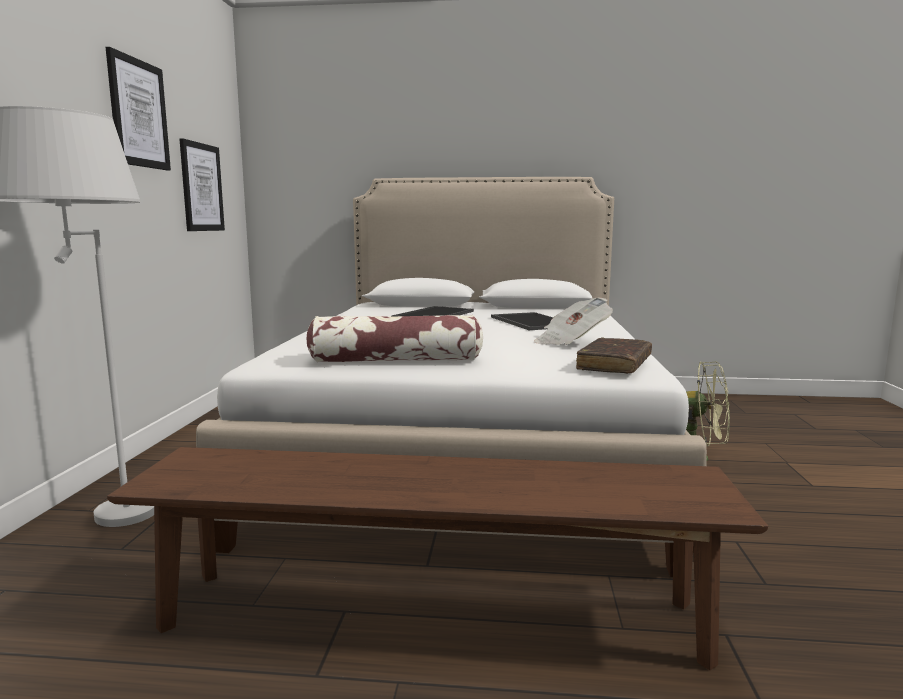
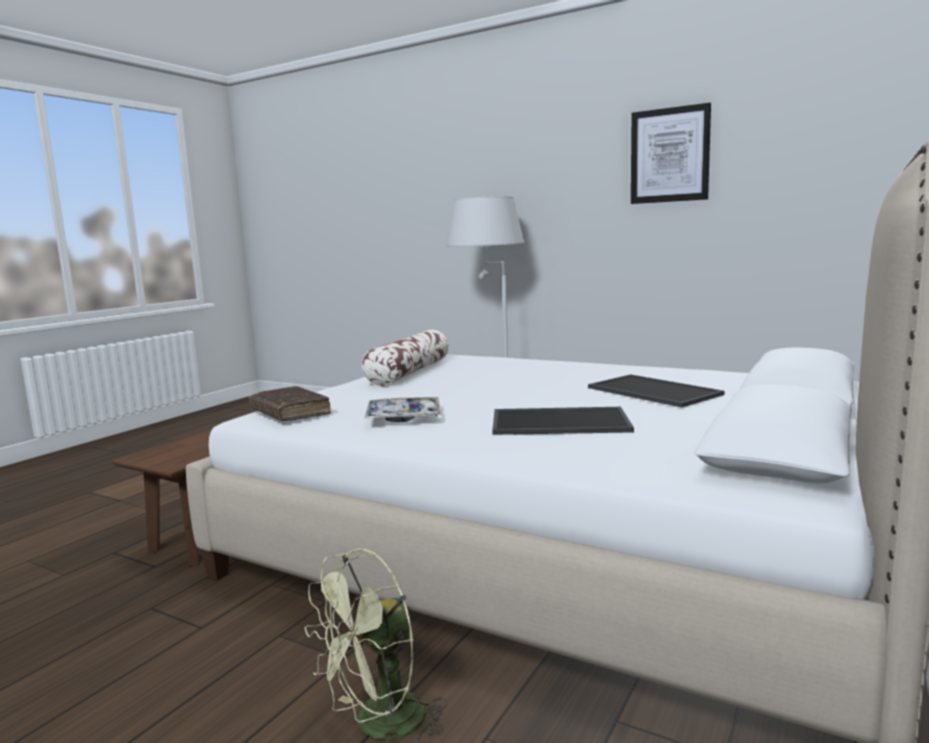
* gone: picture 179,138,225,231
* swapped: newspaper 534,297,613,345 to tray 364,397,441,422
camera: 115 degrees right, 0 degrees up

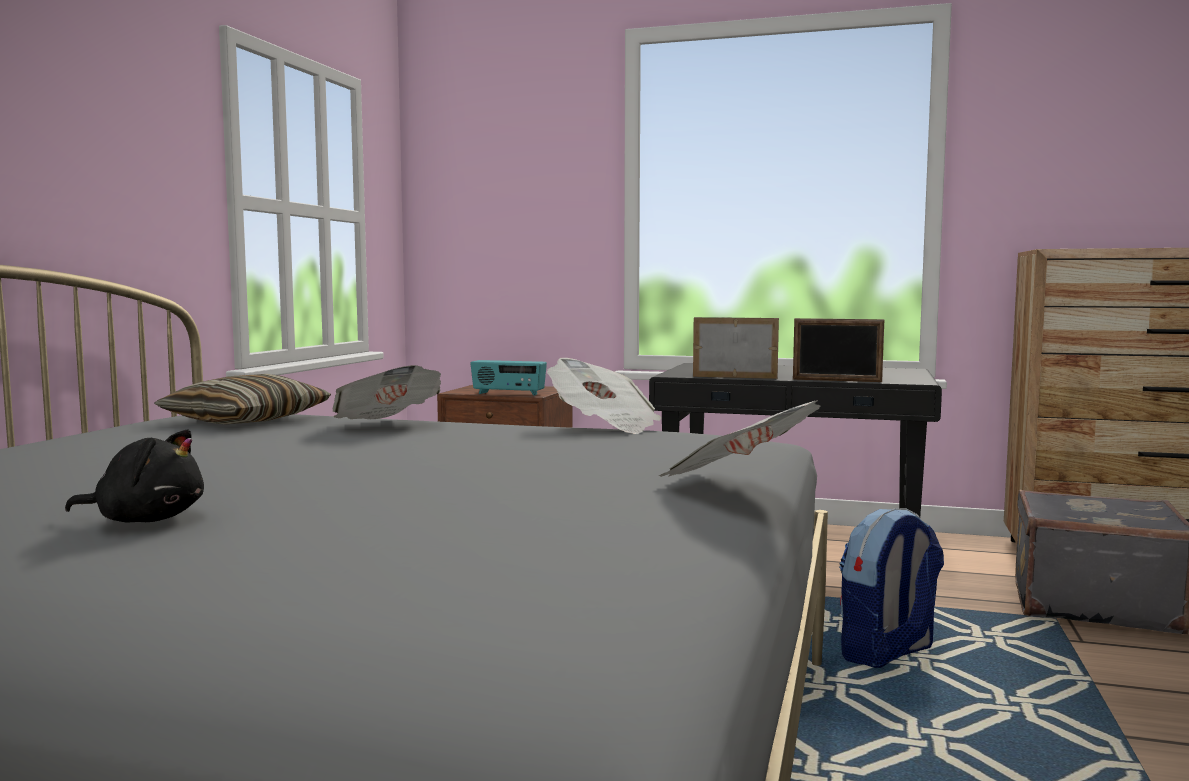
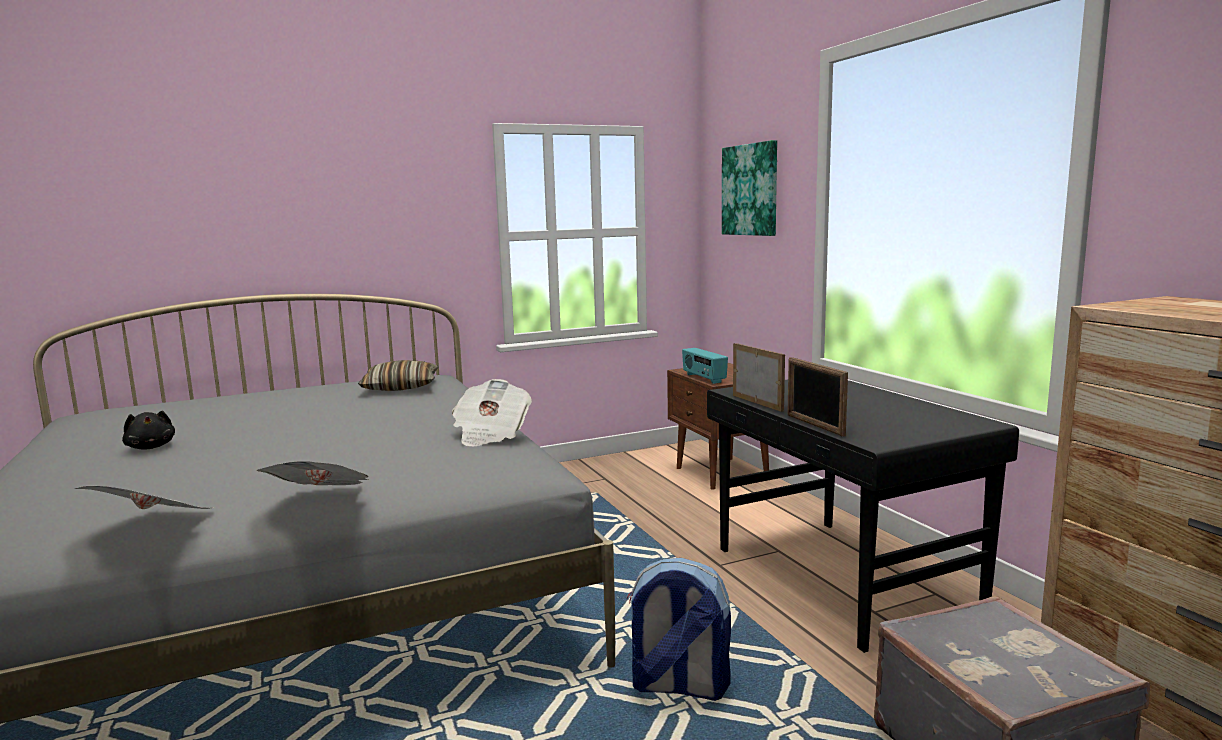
* new: picture 722,140,777,236
* shifted: newspaper 333,365,441,419 to 75,486,214,509
camera: 50 degrees right, 5 degrees up

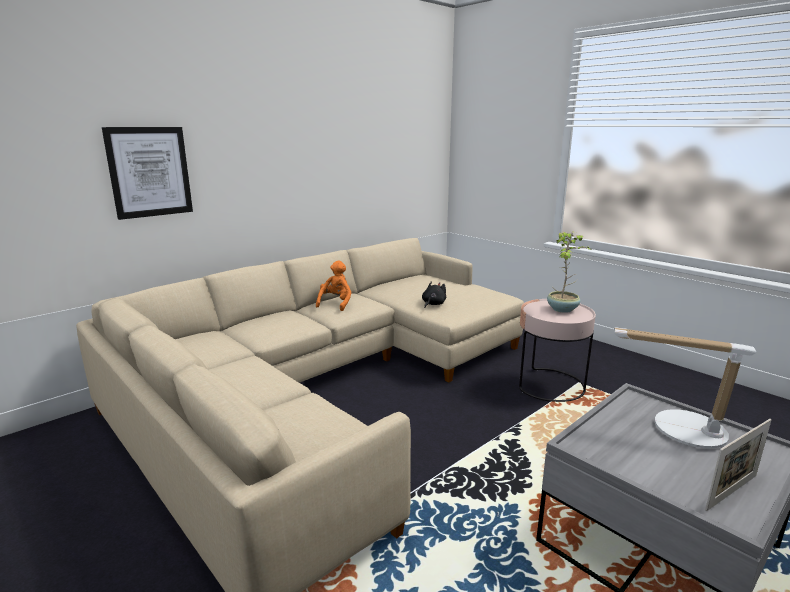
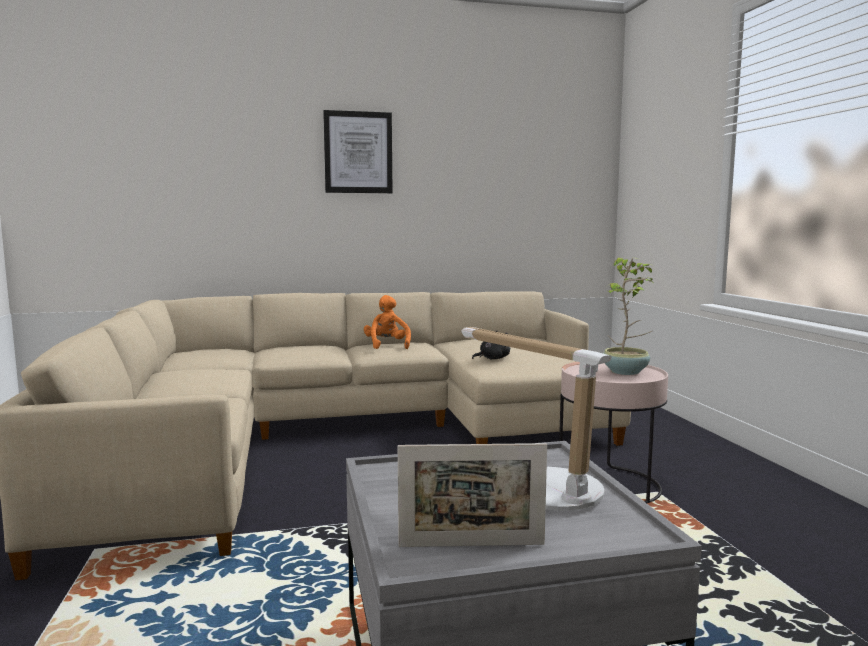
* shifted: picture 102,127,193,220 to 323,110,393,193
* rotated: orange plush toy 316,260,351,311 = 364,295,411,349 60 degrees counterclockwise
camera: 30 degrees right, 10 degrees down

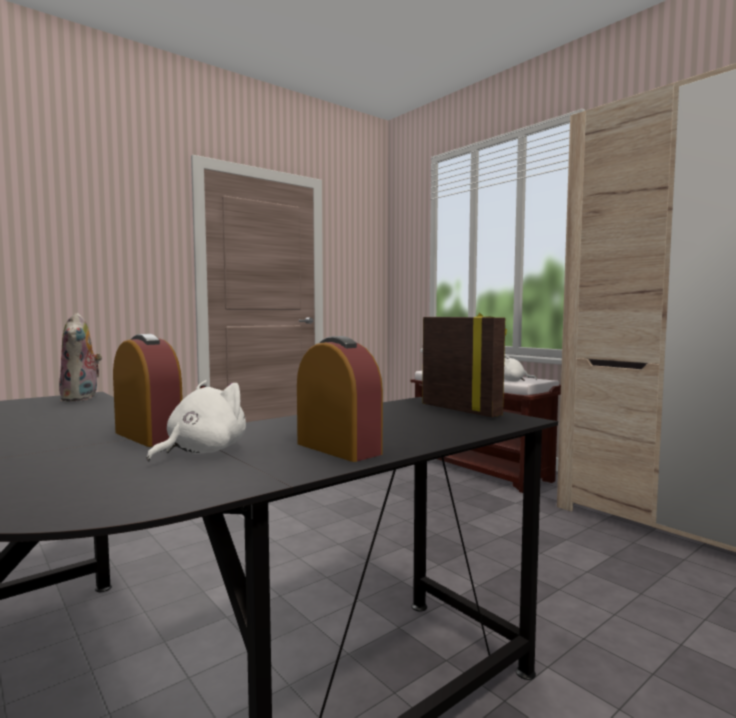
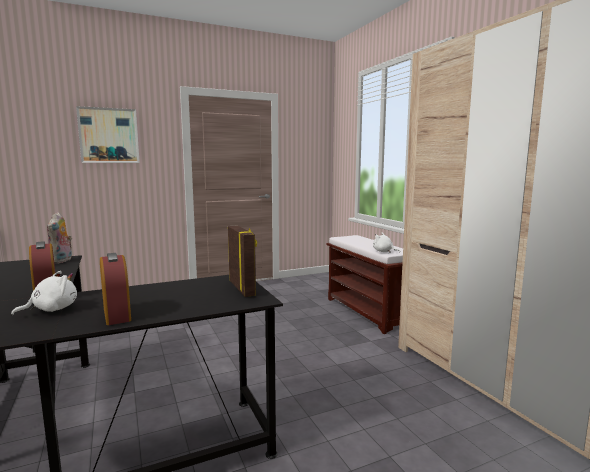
* new: picture 76,106,140,163
camera: 15 degrees right, 5 degrees up

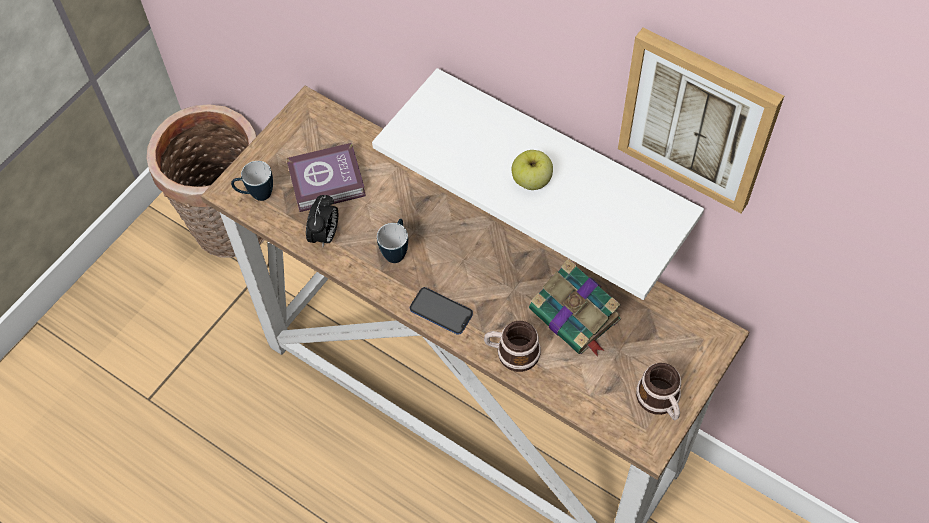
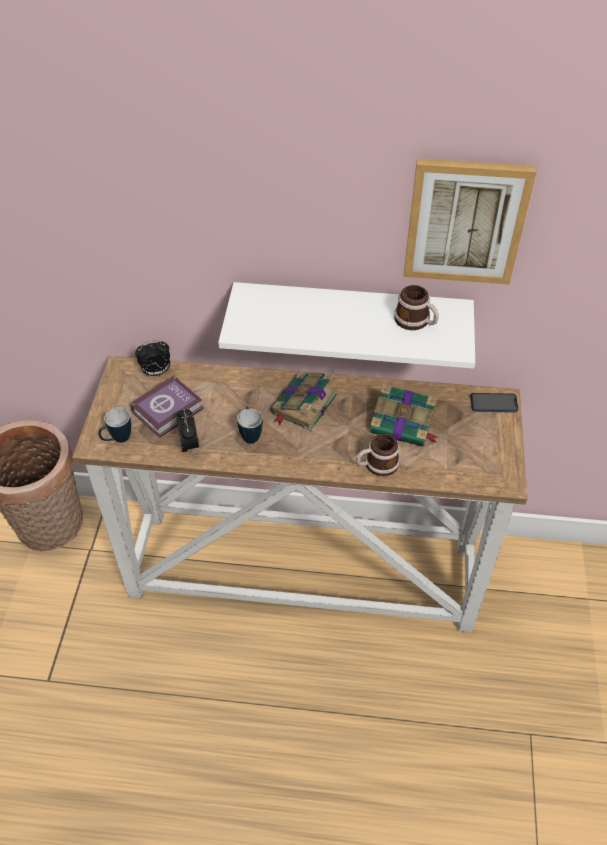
* gone: apple 512,150,553,190
* new: alarm clock 135,340,170,376
* new: book 271,372,337,431
* shifted: phone 410,287,473,335 to 470,393,518,413
* shifted: mug 636,363,681,420 to 394,285,439,330
camera: 30 degrees left, 10 degrees down

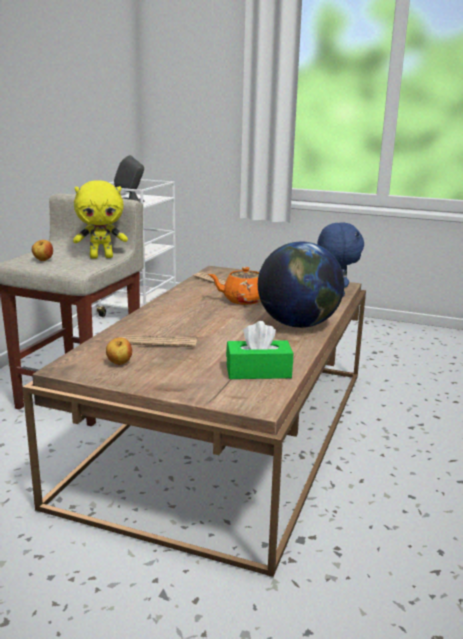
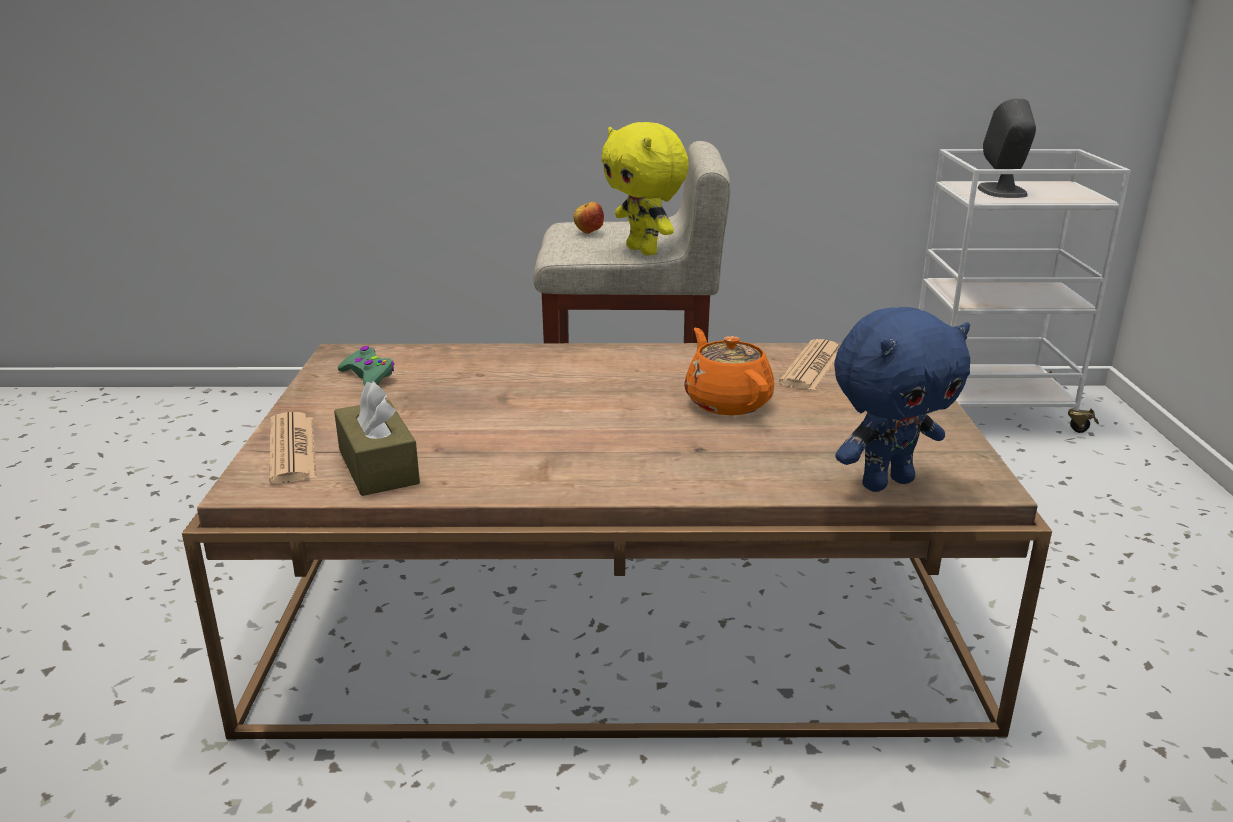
* gone: globe 258,241,344,328
* shifted: newspaper 119,335,197,347 to 269,412,317,484
* swapped: apple 106,337,132,365 to green game controller 337,346,394,386
* repainted: green tissue box 226,321,293,379 to brown tissue box 334,381,420,496
camera: 70 degrees right, 5 degrees up

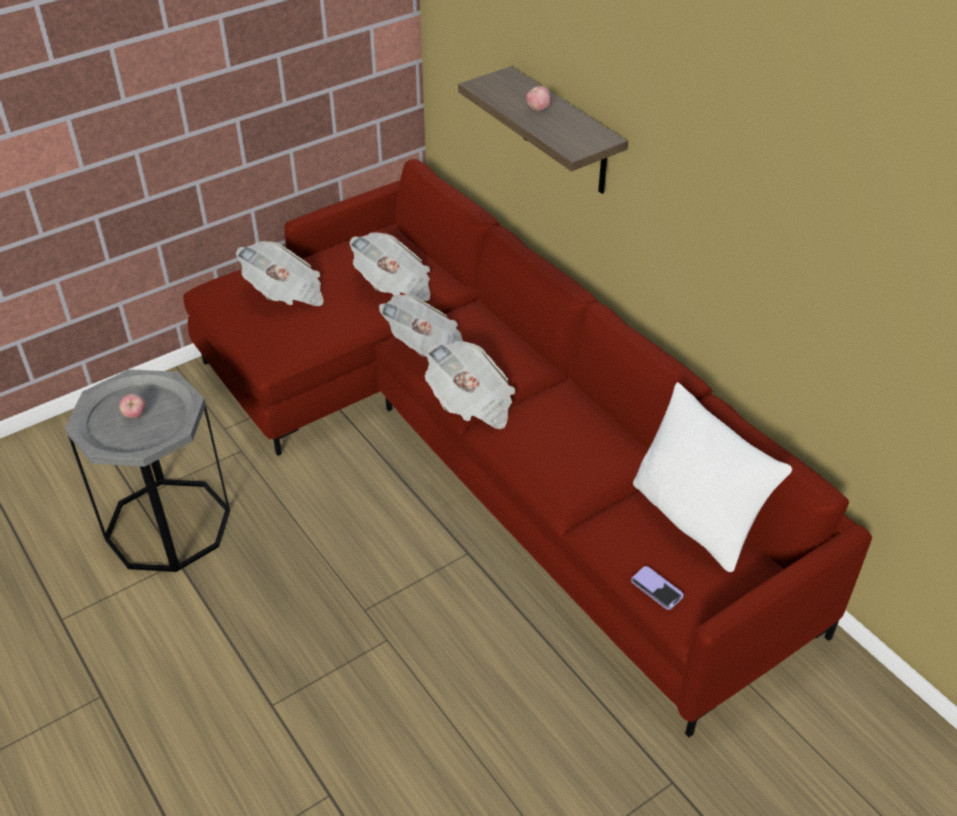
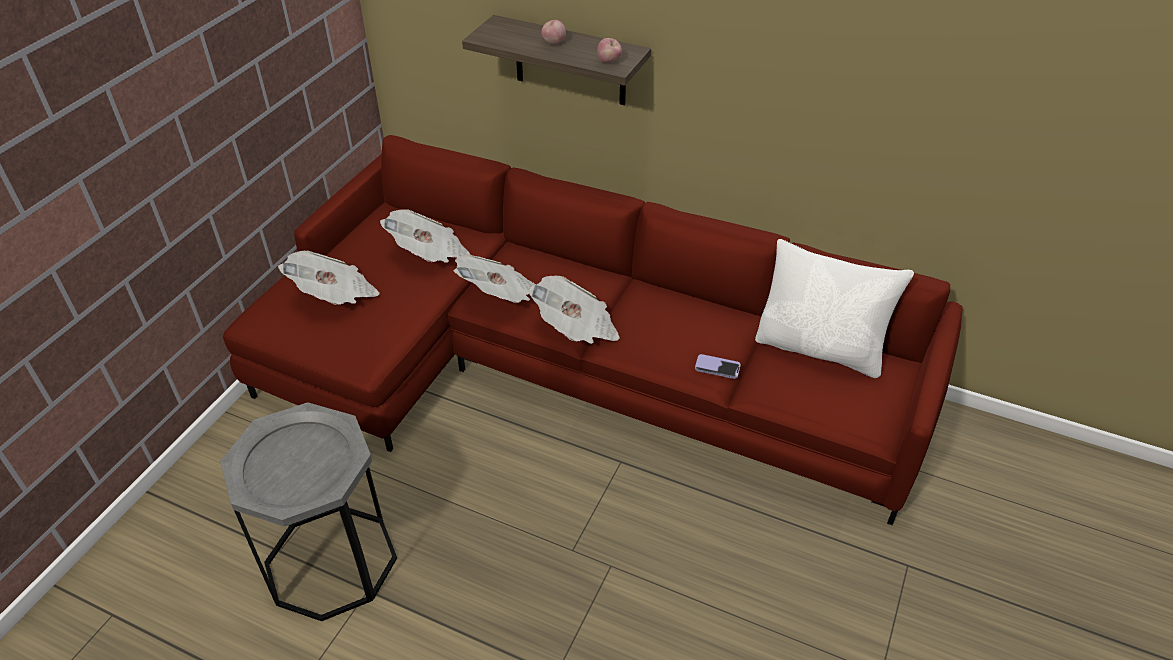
* shifted: apple 119,393,146,418 to 597,38,622,63
* shifted: phone 631,566,684,610 to 695,354,741,379
camera: 30 degrees left, 0 degrees up

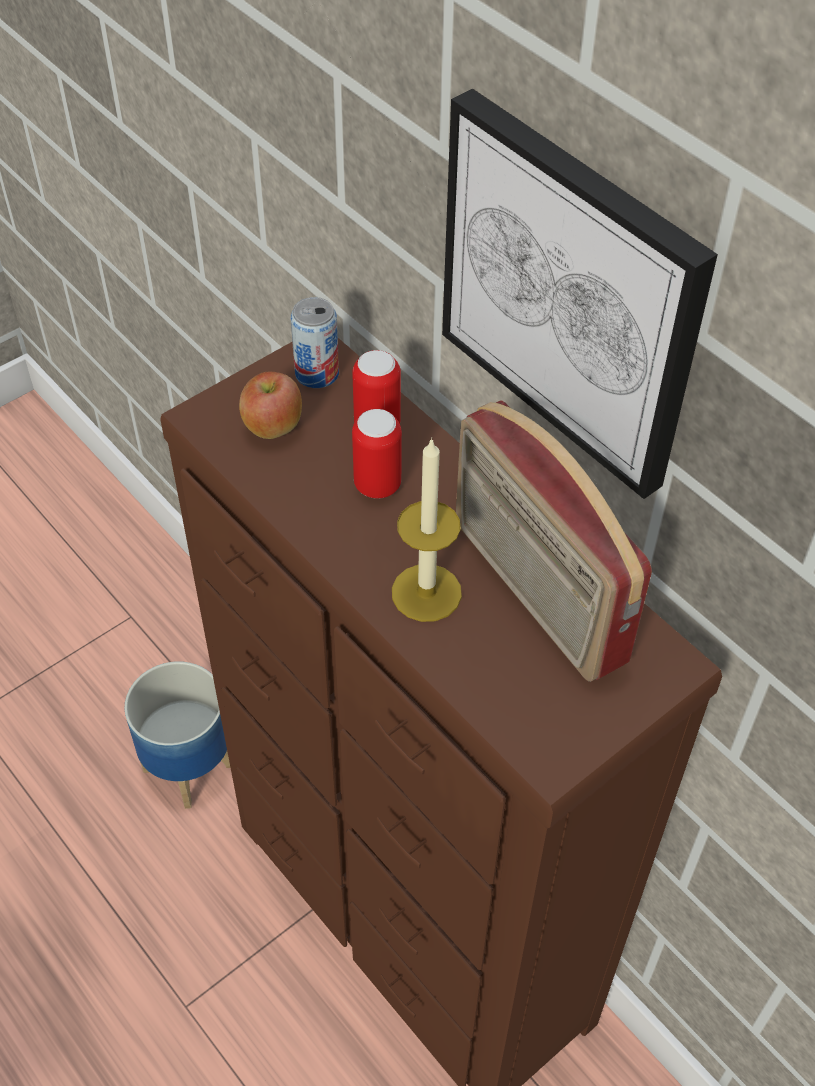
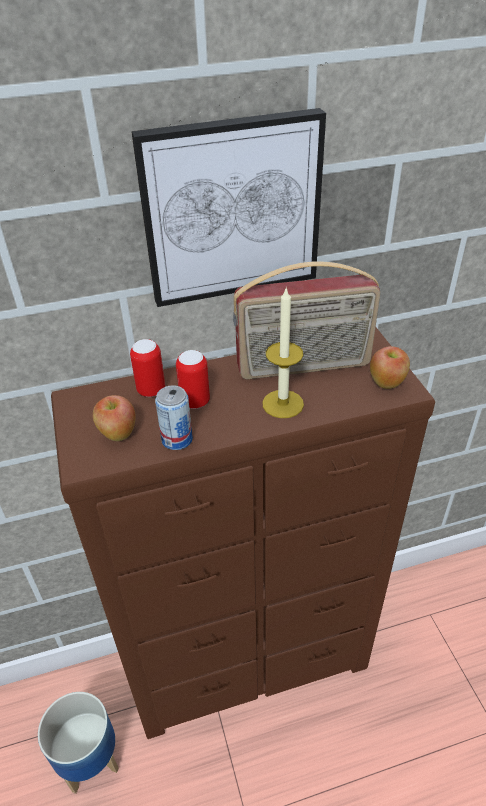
* new: apple 370,346,410,389
* shifted: can 291,297,339,388 to 155,385,193,450
camera: 65 degrees left, 10 degrees down

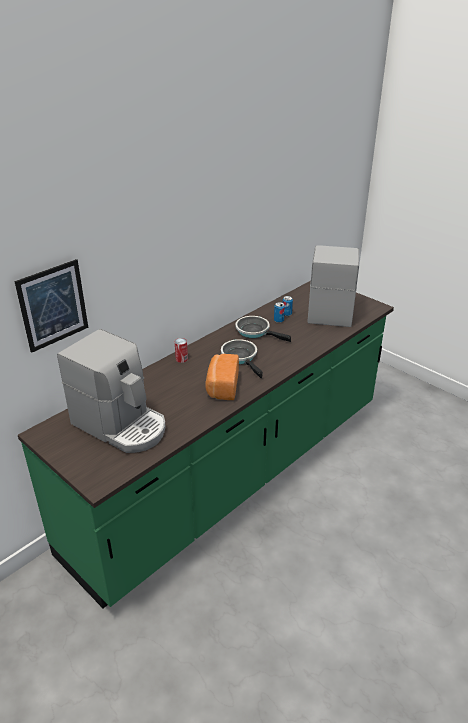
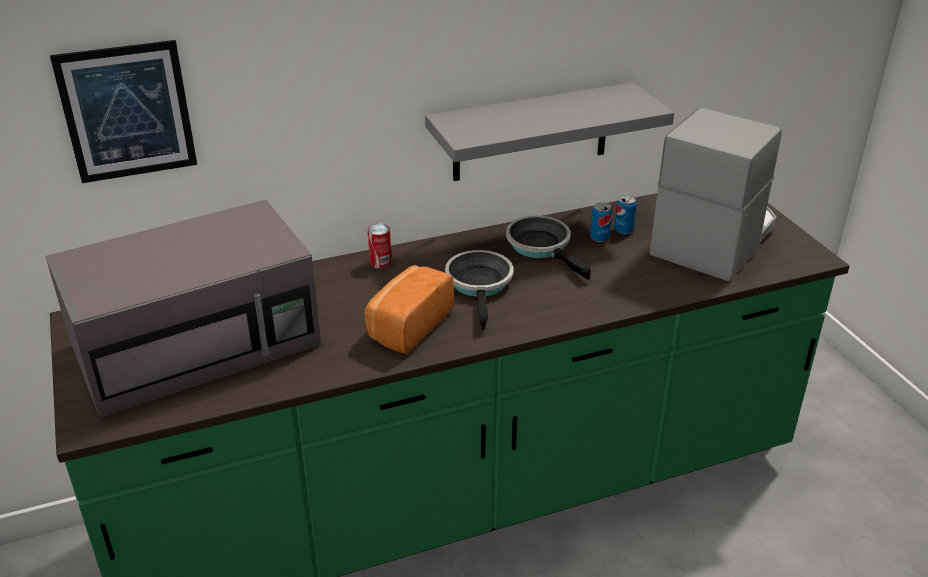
* new: grey shelf 425,82,674,181
* swapped: coffee machine 57,329,166,453 to grey microwave 45,200,321,417
camera: 25 degrees right, 0 degrees up

